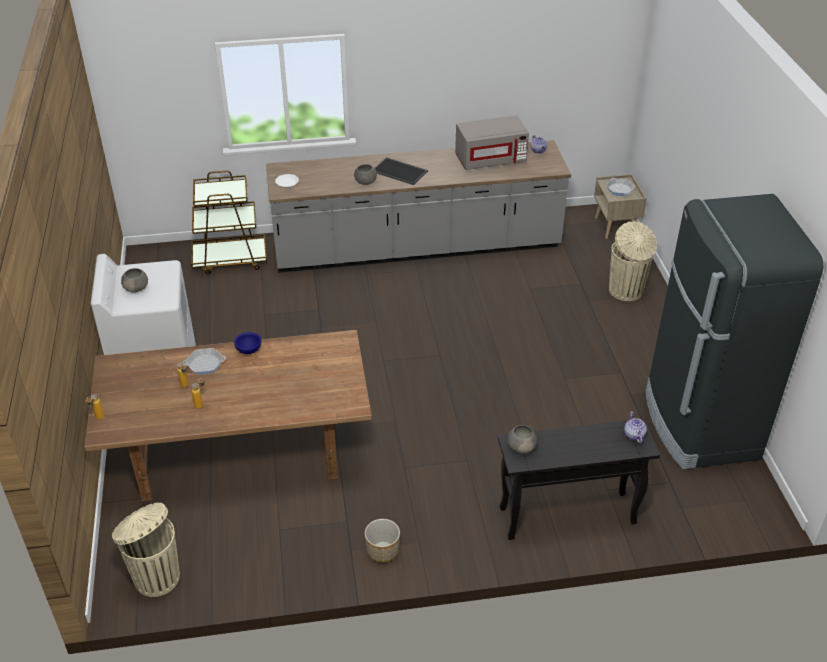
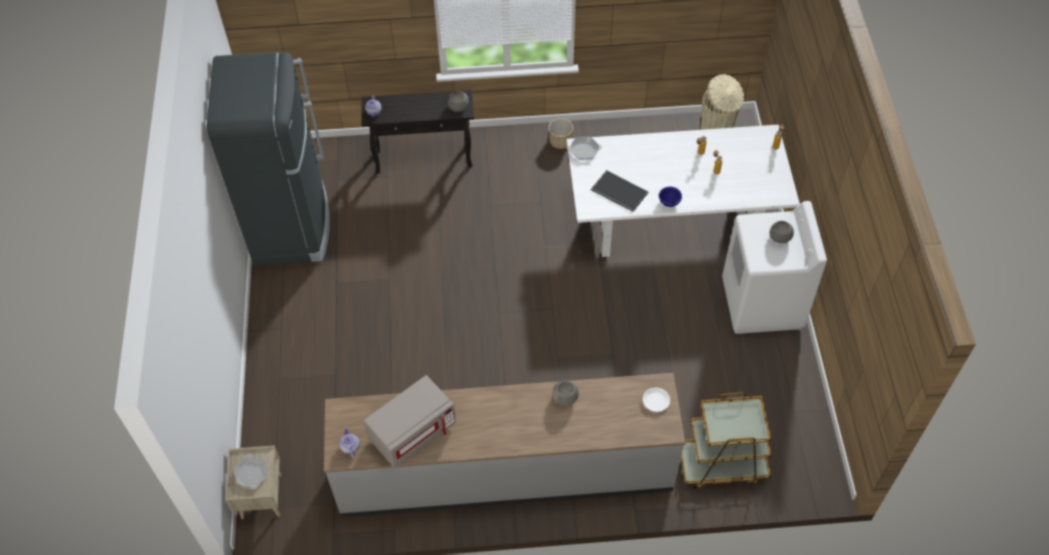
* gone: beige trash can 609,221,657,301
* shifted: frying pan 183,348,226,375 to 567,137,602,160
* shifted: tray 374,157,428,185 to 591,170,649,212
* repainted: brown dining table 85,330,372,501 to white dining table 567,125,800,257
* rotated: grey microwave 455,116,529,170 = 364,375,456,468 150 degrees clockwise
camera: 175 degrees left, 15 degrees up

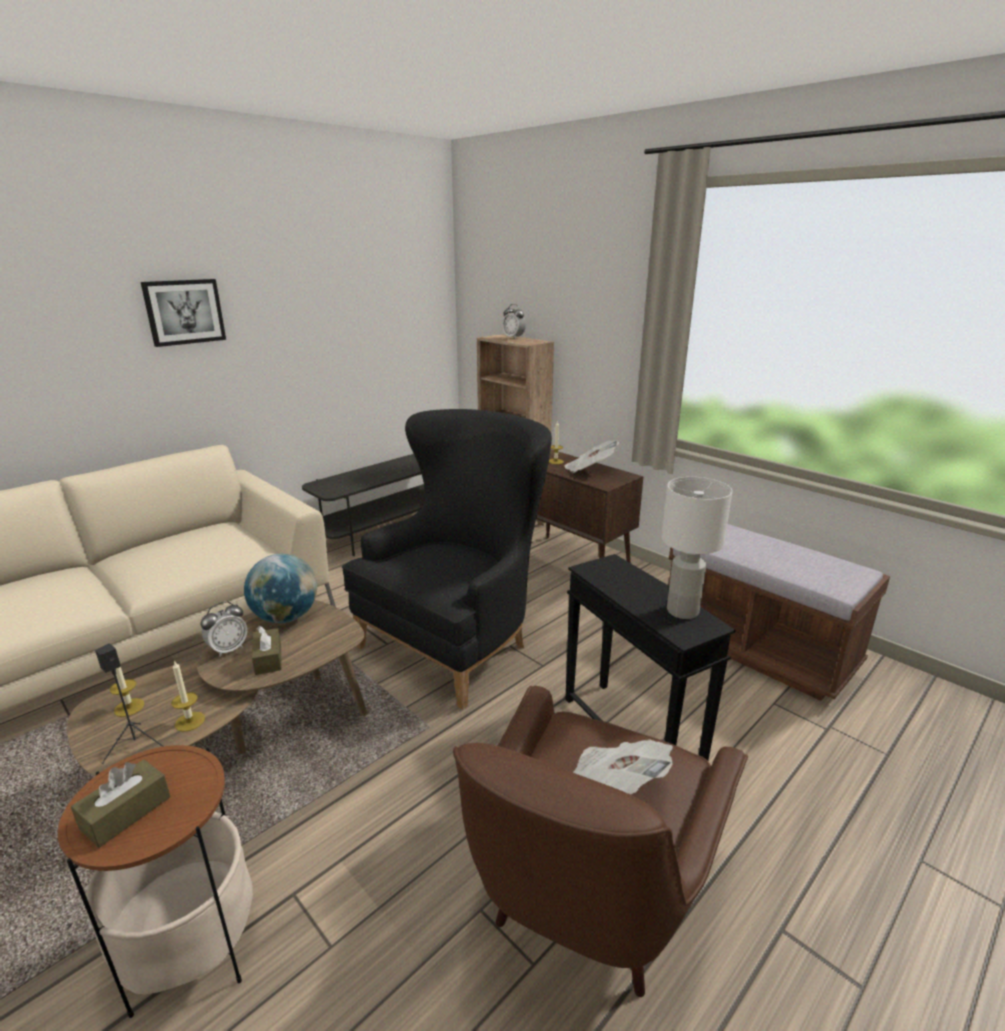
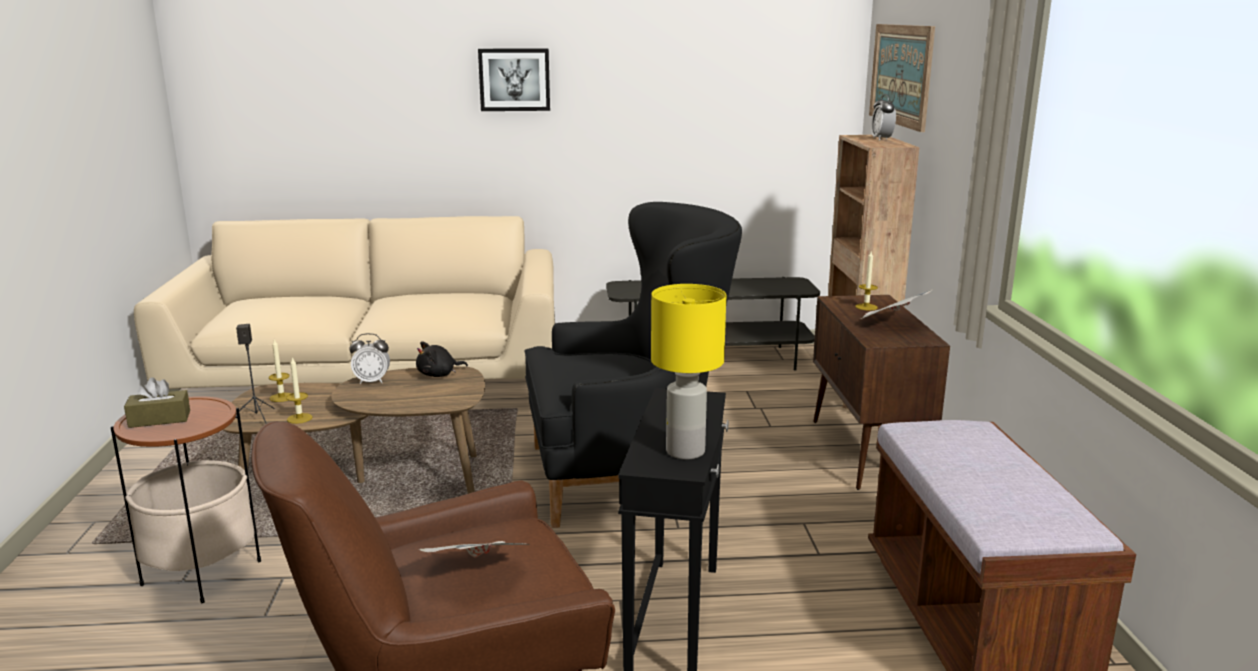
* gone: brown tissue box 252,626,282,675
* new: picture 869,24,935,132
* swapped: globe 244,553,317,623 to black plush toy 416,341,468,377
* repainted: white table lamp 662,477,732,619 to yellow table lamp 651,284,726,459
camera: 40 degrees right, 5 degrees down

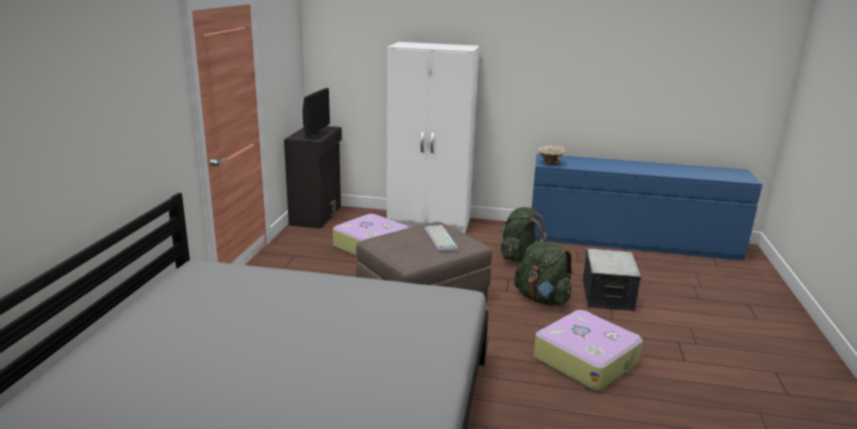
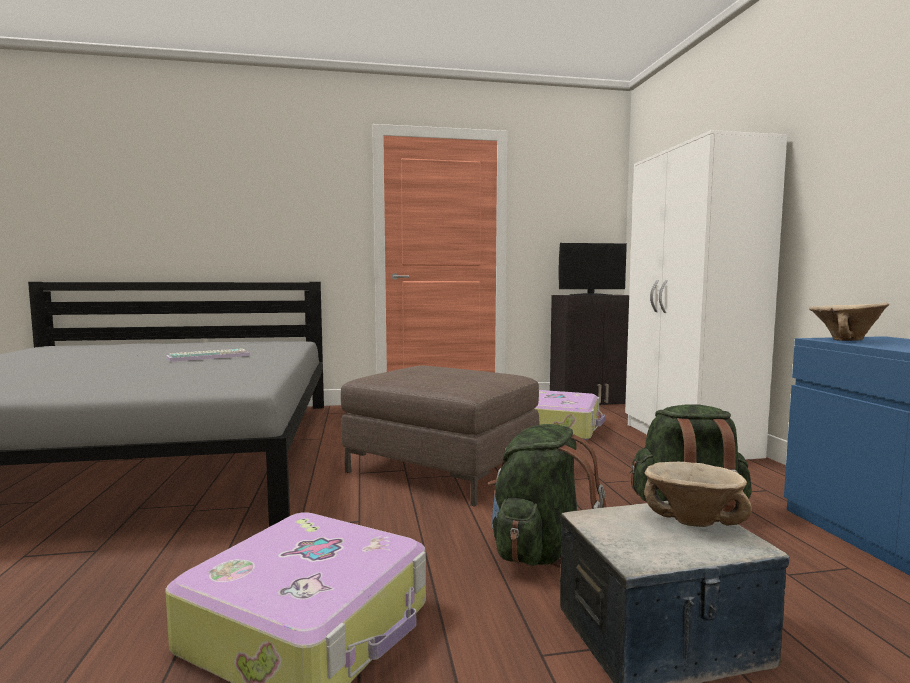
* new: beige bowl 644,462,752,527
* shifted: keyboard 424,225,458,251 to 166,349,250,362
camera: 70 degrees right, 15 degrees down

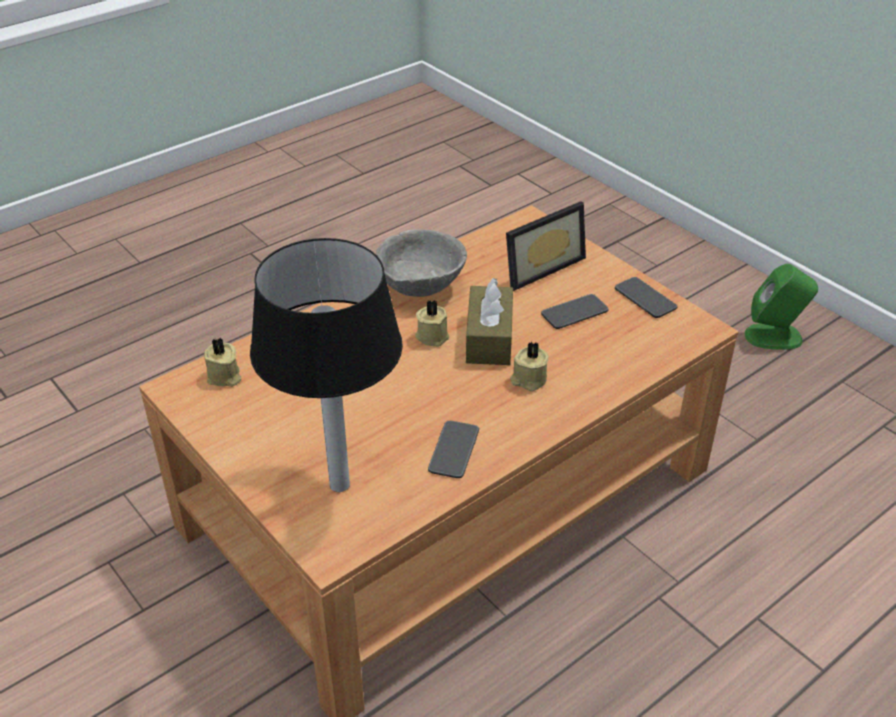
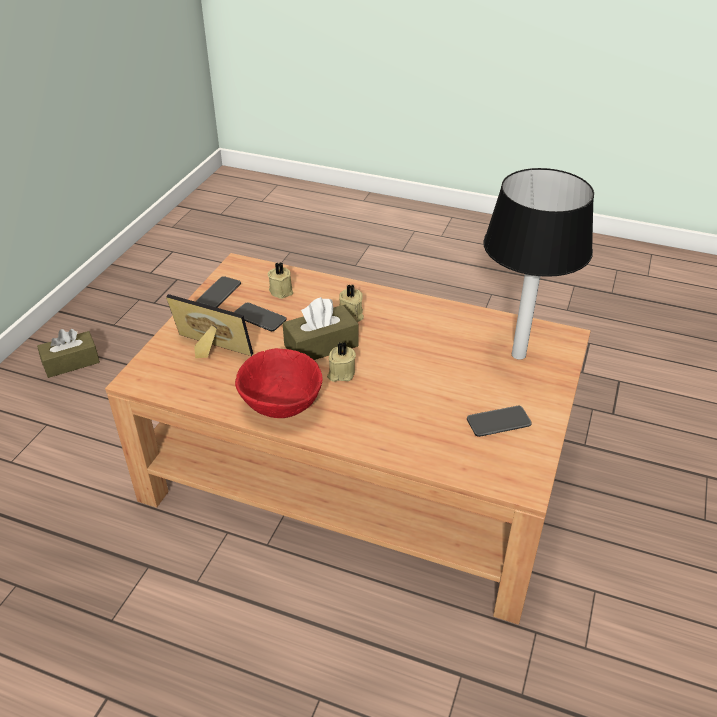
* shifted: beige candle 204,338,241,387 to 267,262,293,299
* shifted: phone 428,421,479,478 to 467,406,532,437
* swapped: green speaker 745,264,818,350 to brown tissue box 37,329,100,378
* repainted: grey bowl 376,230,467,297 to red bowl 235,348,323,418
camera: 120 degrees left, 0 degrees up

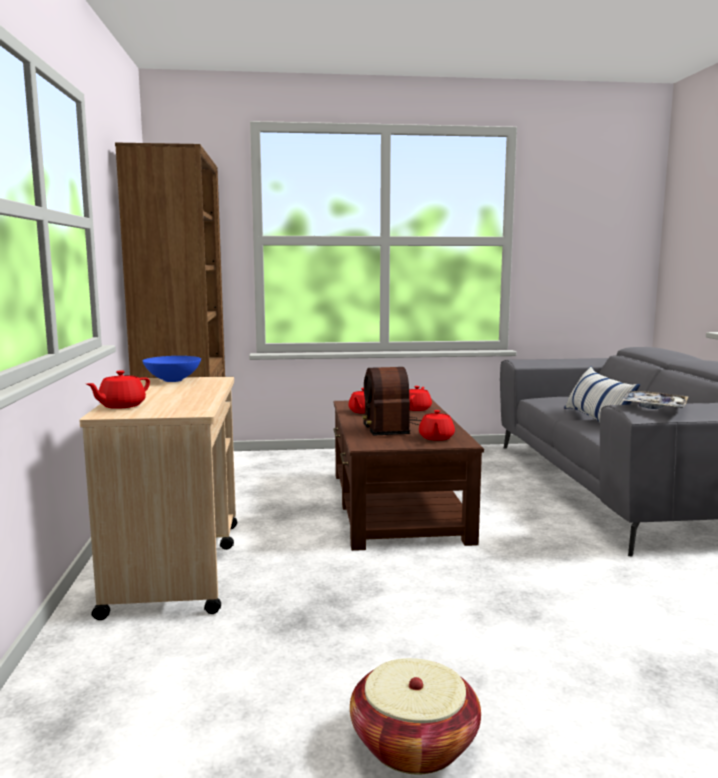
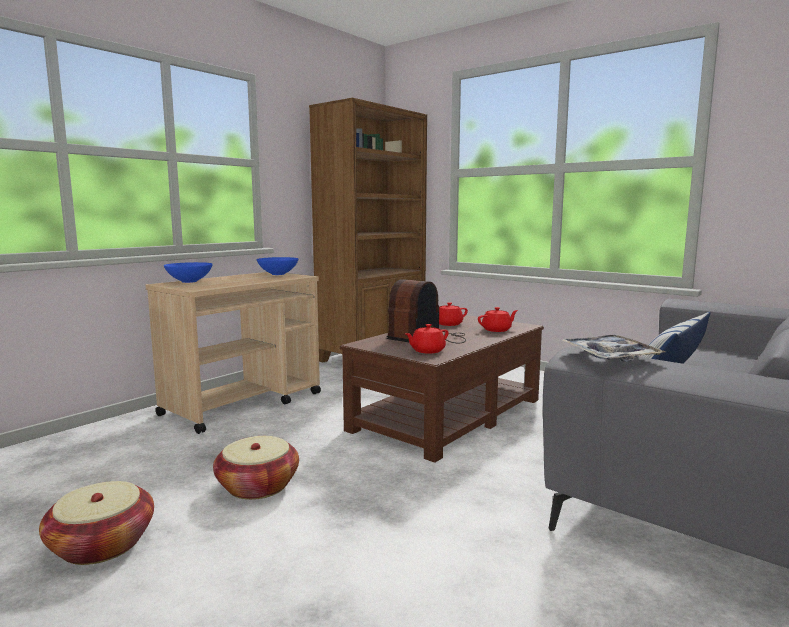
* new: basket 213,436,299,500
* swapped: red teapot 87,370,150,409 to blue bowl 164,262,213,283
camera: 45 degrees right, 0 degrees up

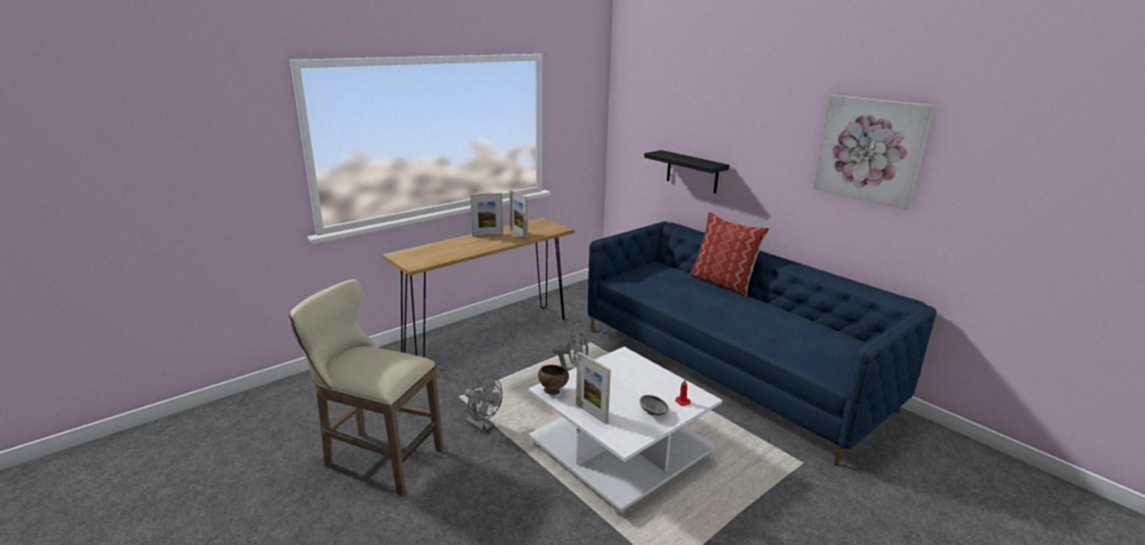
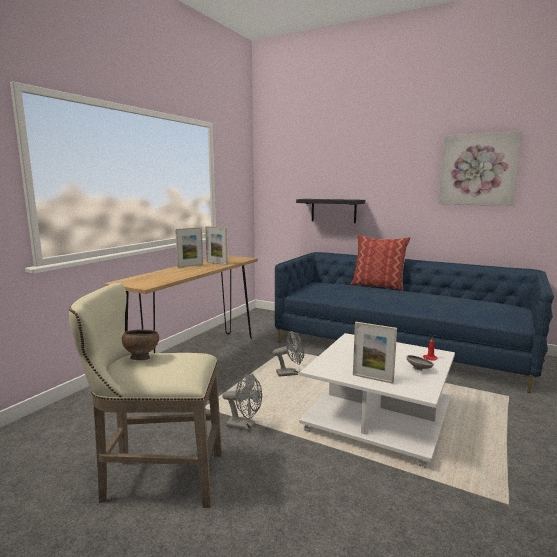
* shifted: brown bowl 538,365,569,395 to 122,329,159,360
camera: 20 degrees left, 10 degrees down

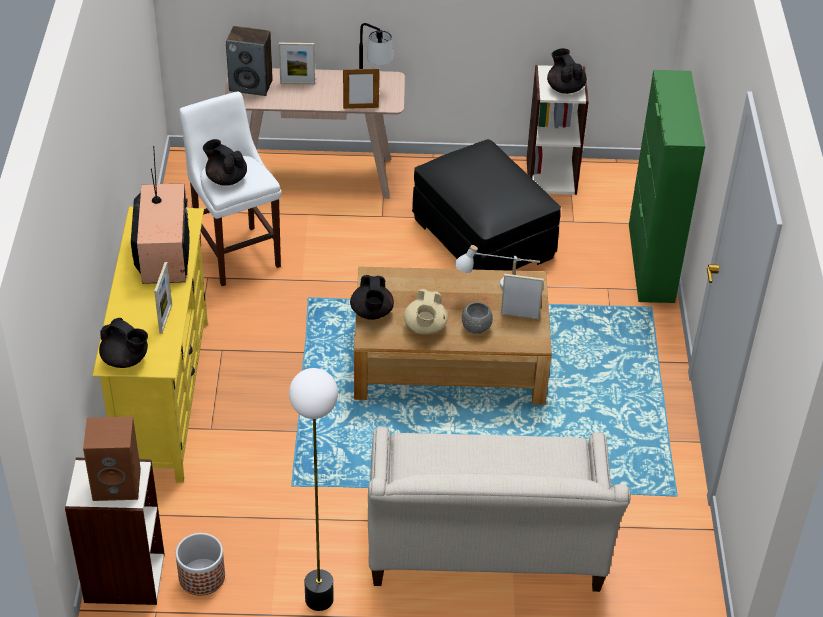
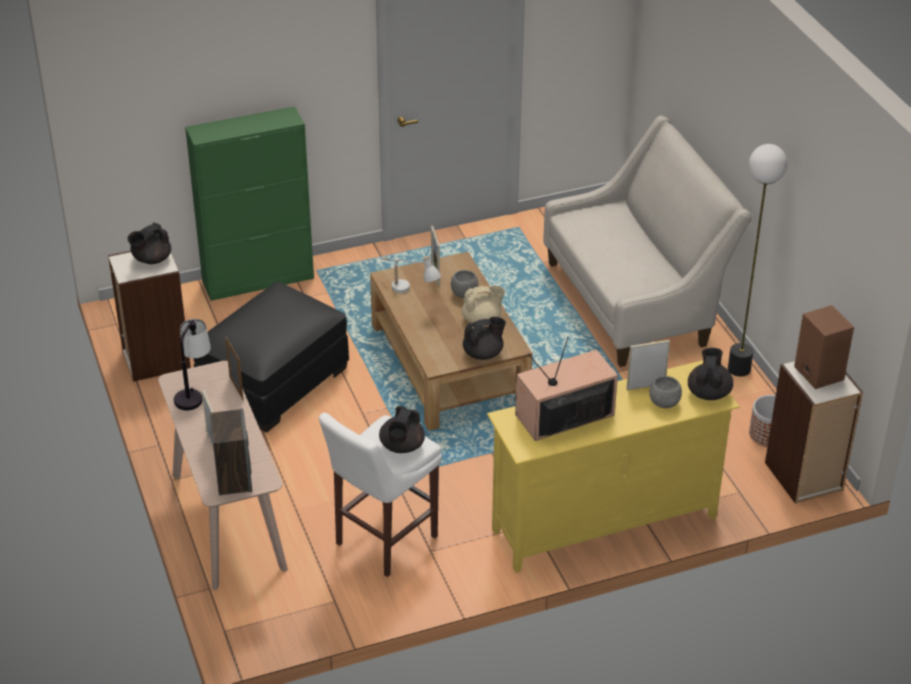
* new: grey bowl 649,376,682,408
camera: 110 degrees left, 5 degrees down

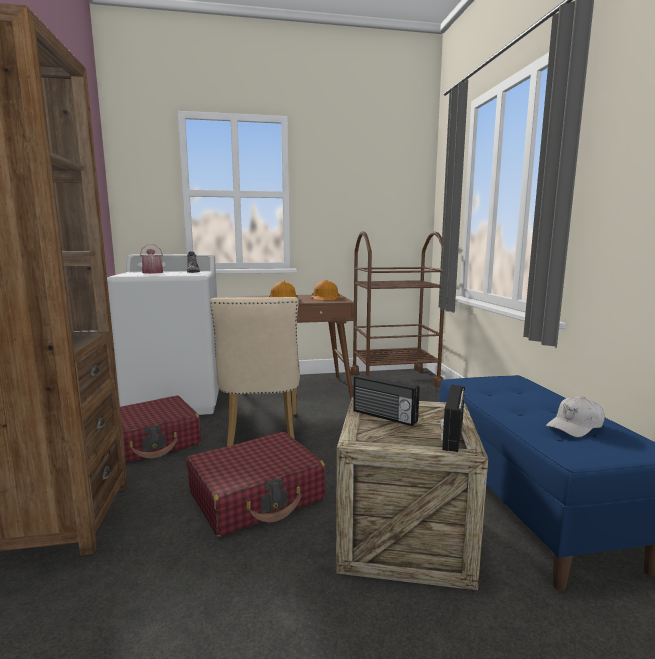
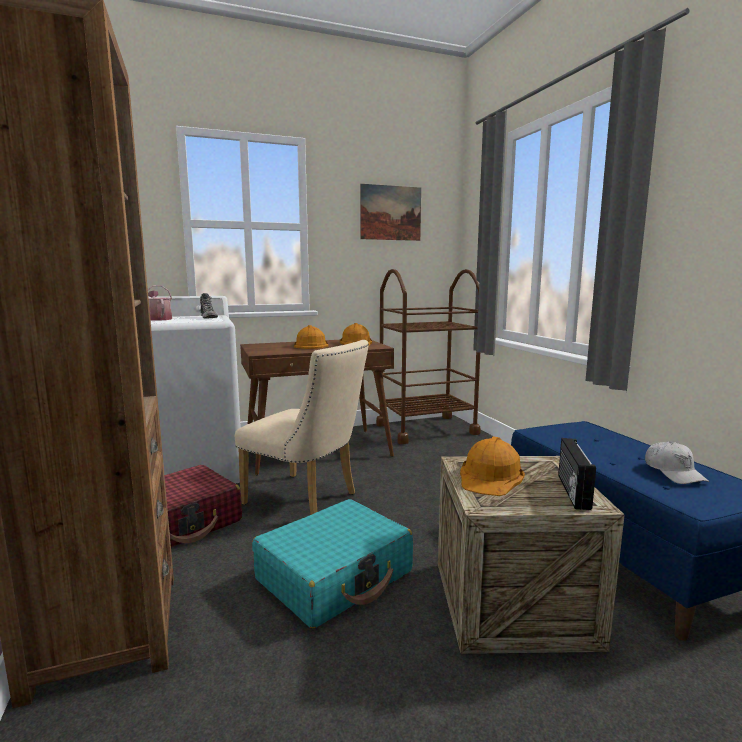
* new: picture 360,184,421,241
* swapped: radio 353,374,420,426 to orange hard hat 460,437,525,496
* repainted: red suitcase 187,432,326,537 to turquoise suitcase 252,499,413,628
* rotated: beige chair 210,297,300,446 = 235,340,369,515 45 degrees counterclockwise
* rotated: white cap 546,397,604,437 = 645,441,709,484 60 degrees counterclockwise
camera: 10 degrees left, 0 degrees up

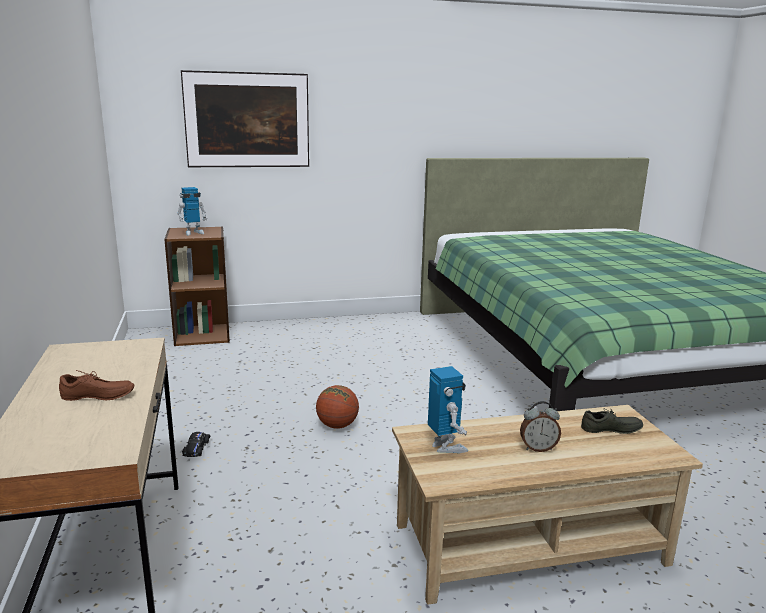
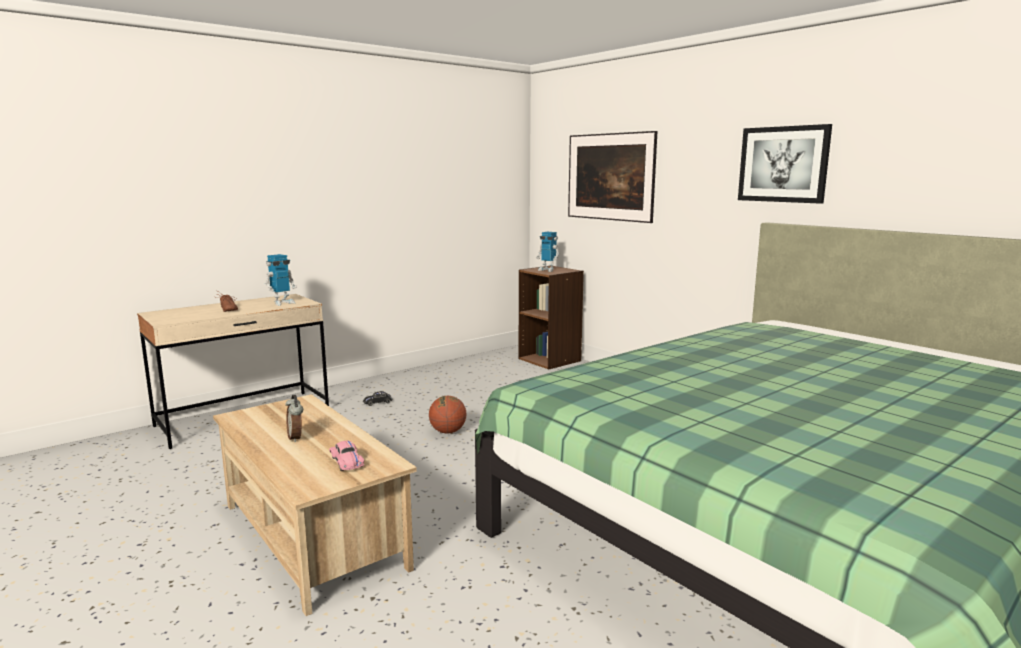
* new: picture 738,124,832,204
* shifted: toy robot 428,366,468,453 to 265,254,297,306
* swapped: grey shoe 581,408,643,434 to pink toy car 329,441,364,471
camera: 65 degrees right, 5 degrees down

